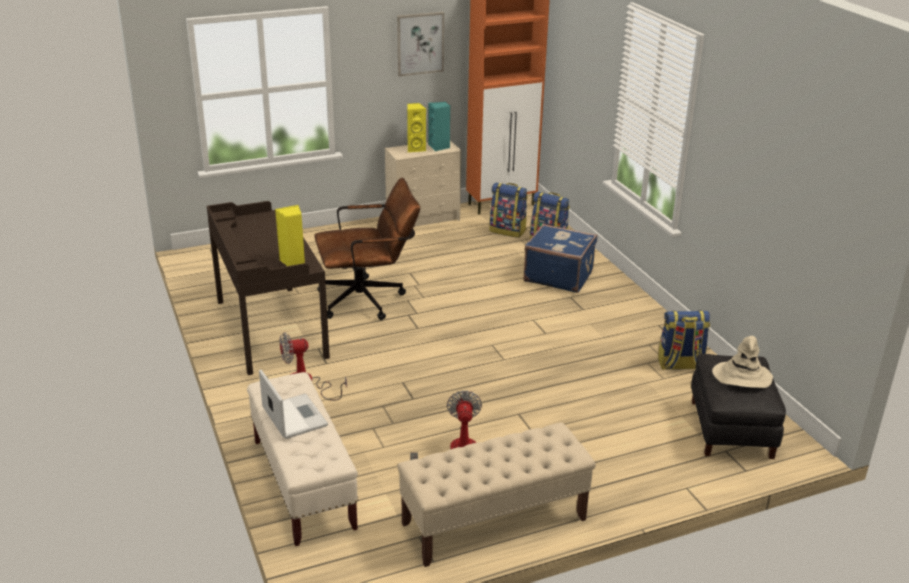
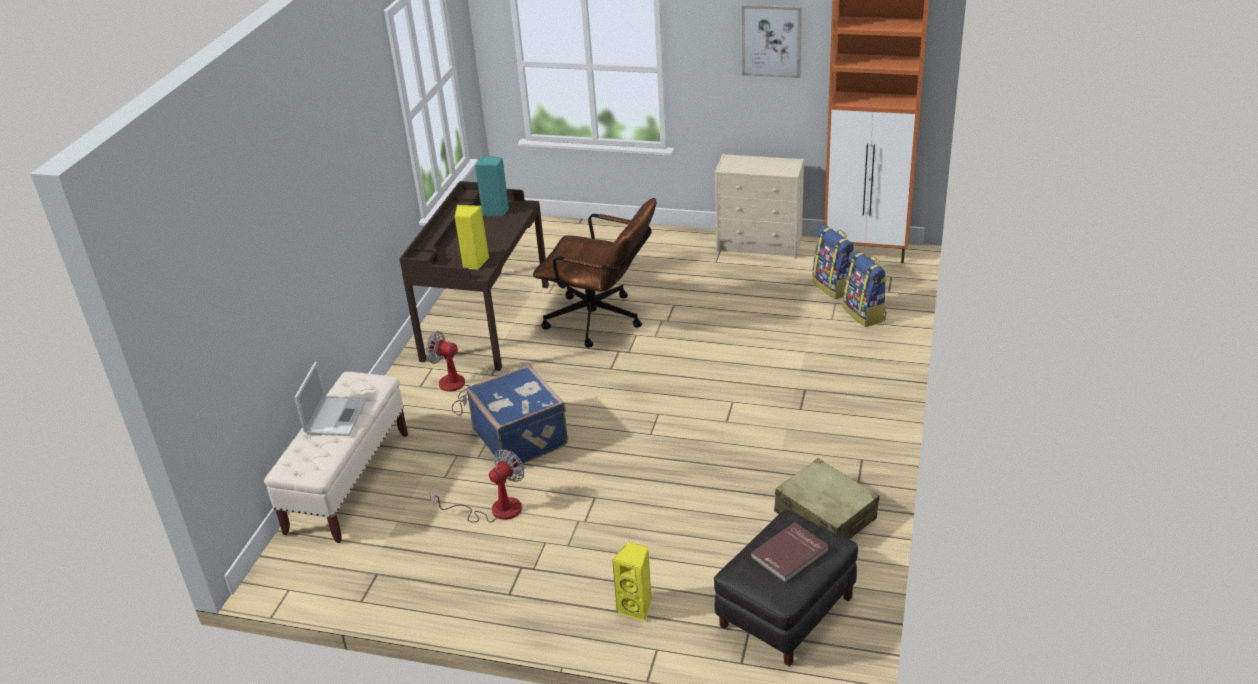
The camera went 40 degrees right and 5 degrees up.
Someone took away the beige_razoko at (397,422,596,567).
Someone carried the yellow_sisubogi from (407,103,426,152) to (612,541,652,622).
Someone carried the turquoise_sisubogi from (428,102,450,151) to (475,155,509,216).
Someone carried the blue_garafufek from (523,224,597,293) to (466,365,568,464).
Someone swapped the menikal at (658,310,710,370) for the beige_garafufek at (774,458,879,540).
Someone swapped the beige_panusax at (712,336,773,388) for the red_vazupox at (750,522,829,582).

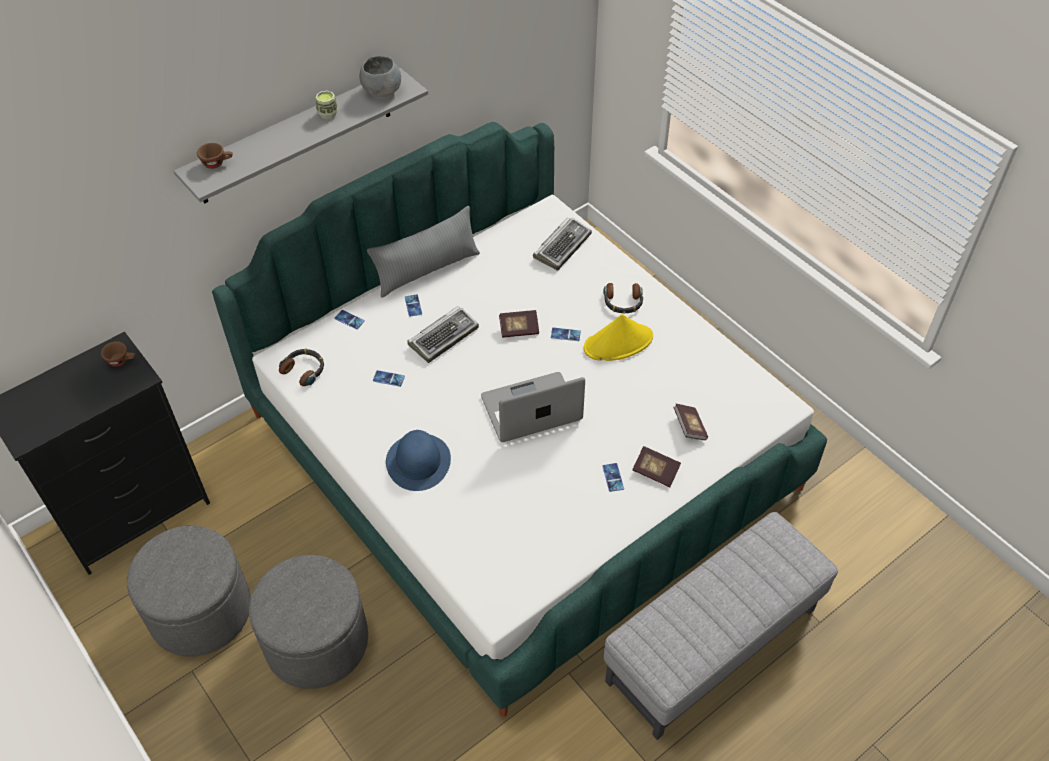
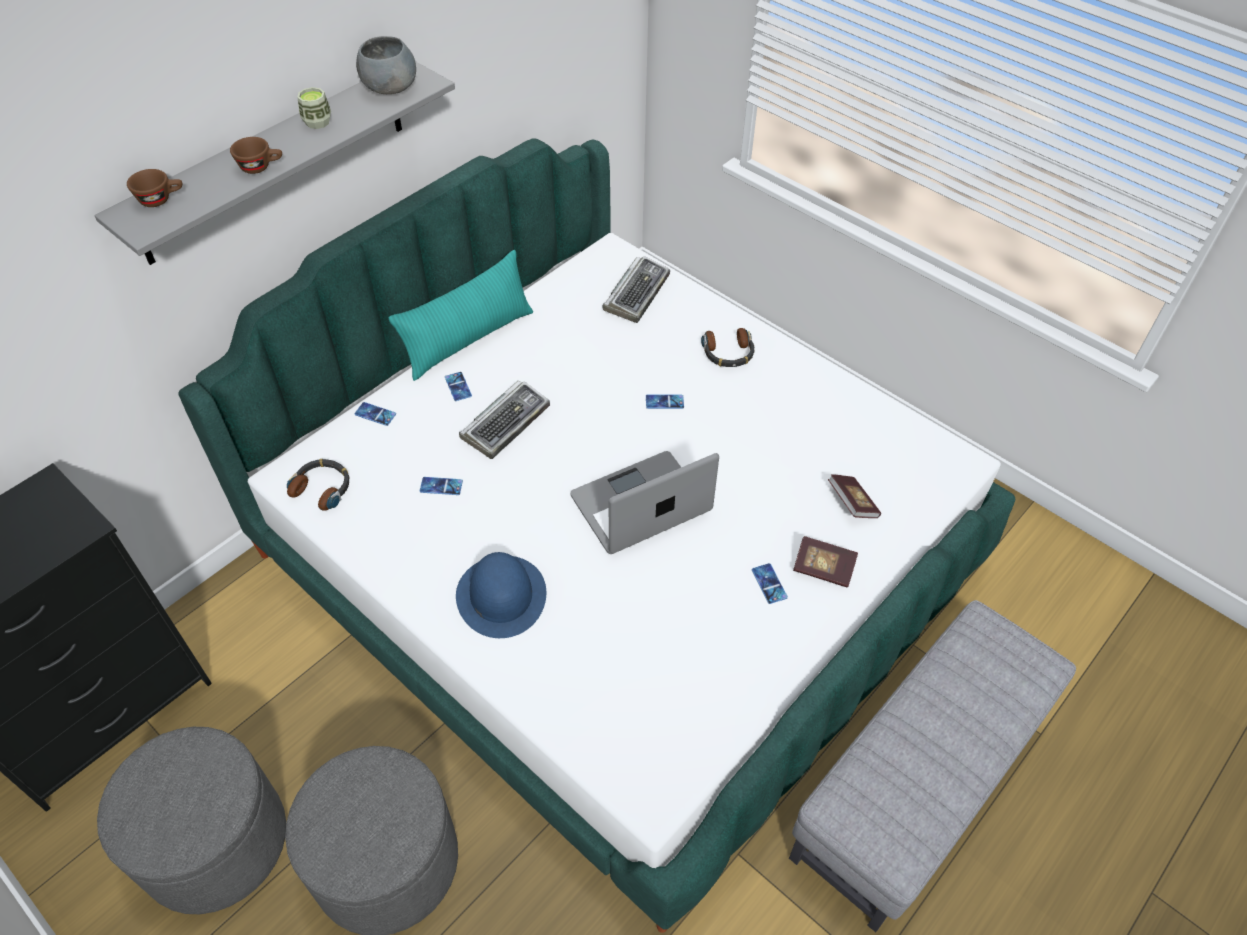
The camera went 10 degrees left and 0 degrees up.
Someone carried the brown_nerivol from (101,341,136,367) to (230,137,282,174).
Someone repainted the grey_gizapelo at (367,206,480,298), which became the turquoise_gizapelo at (389,250,533,381).
Someone took away the vazupox at (499,310,539,338).
Someone took away the yellow_panusax at (584,314,653,361).

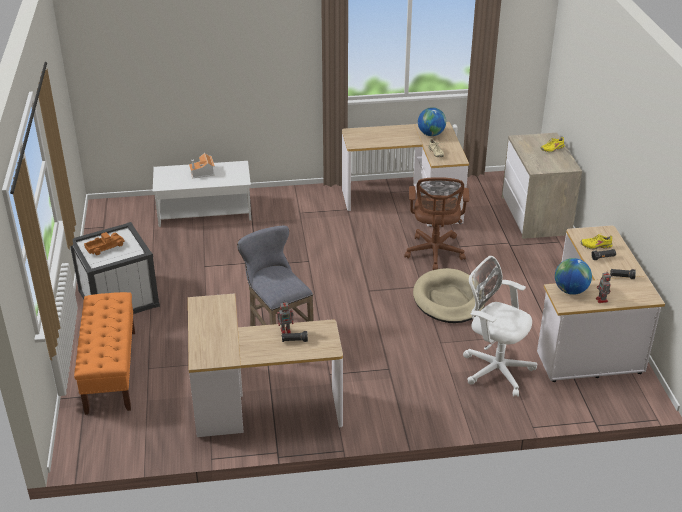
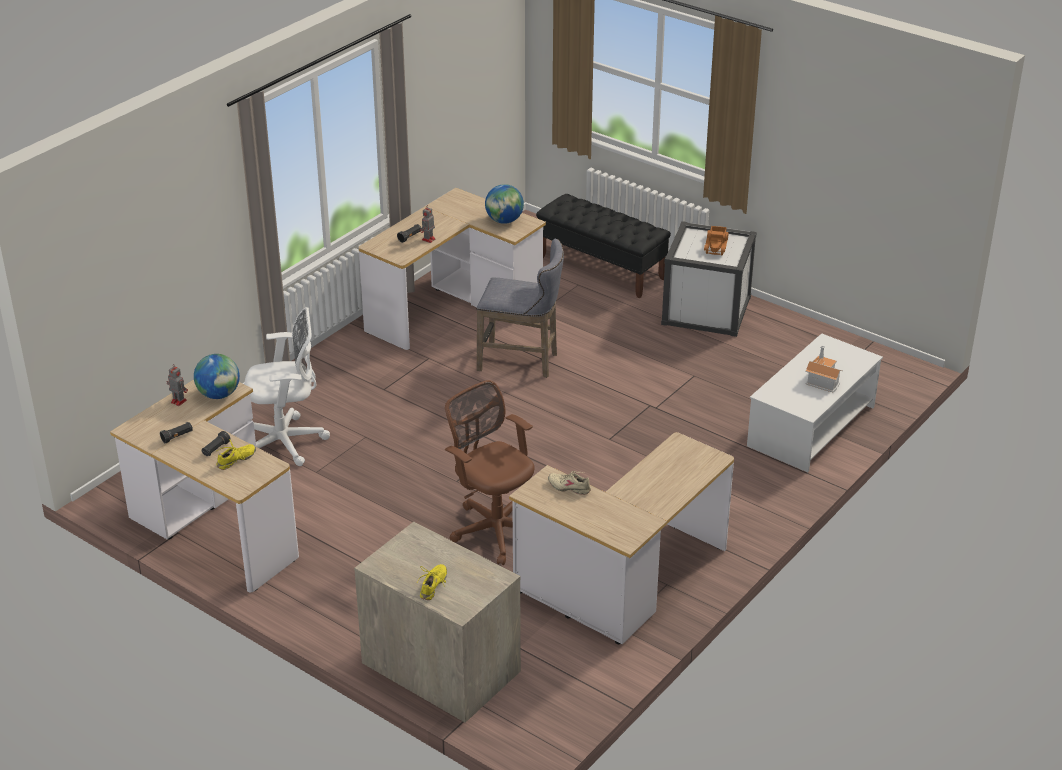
The camera went 135 degrees right and 0 degrees up.
Someone repainted the orange_razoko at (74,292,135,415), which became the black_razoko at (536,194,671,298).
Someone took away the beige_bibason at (413,268,485,323).
Someone carried the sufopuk from (418,107,446,136) to (485,184,524,224).

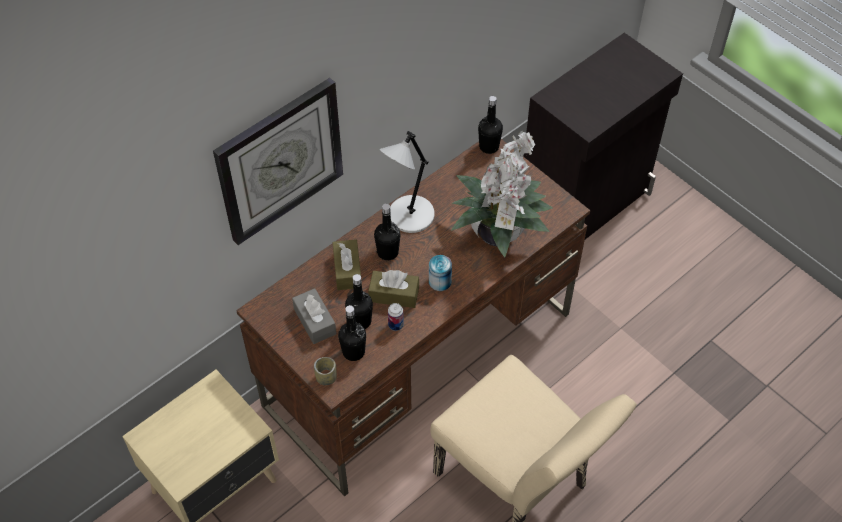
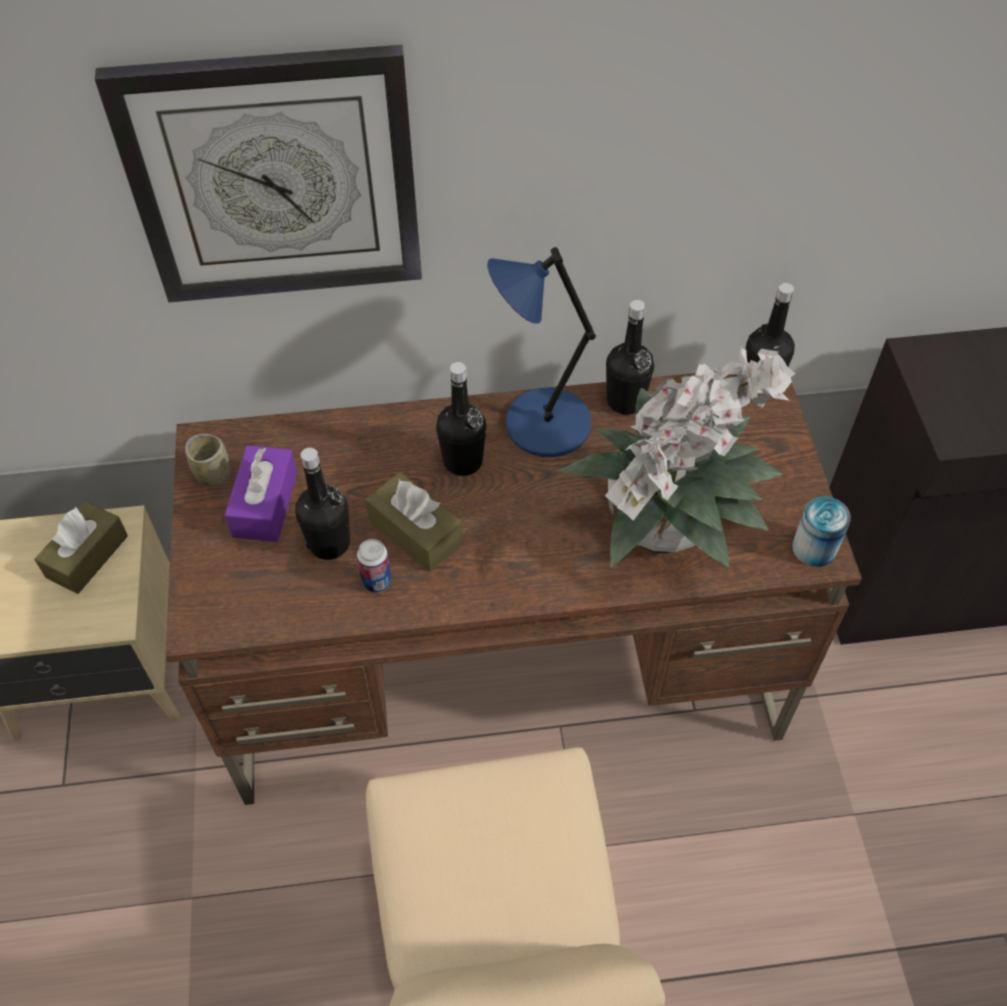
The camera went 35 degrees right and 0 degrees up.
Someone repainted the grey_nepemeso at (292,288,336,344), which became the purple_nepemeso at (224,445,297,542).
Someone carried the nerivol from (314,357,337,385) to (185,434,230,486).
Someone carried the brown_nepemeso from (333,239,361,290) to (35,502,128,594).
Someone carried the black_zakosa from (338,305,366,361) to (606,300,654,415).
Someone repainted the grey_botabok at (380,131,434,233), which became the blue_botabok at (487,247,596,457).
Someone carried the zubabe from (429,255,452,291) to (792,496,851,567).

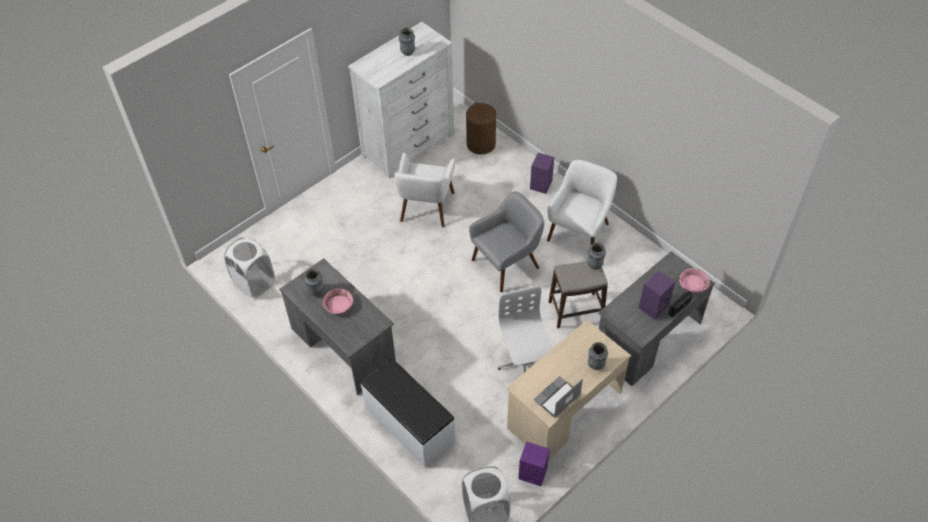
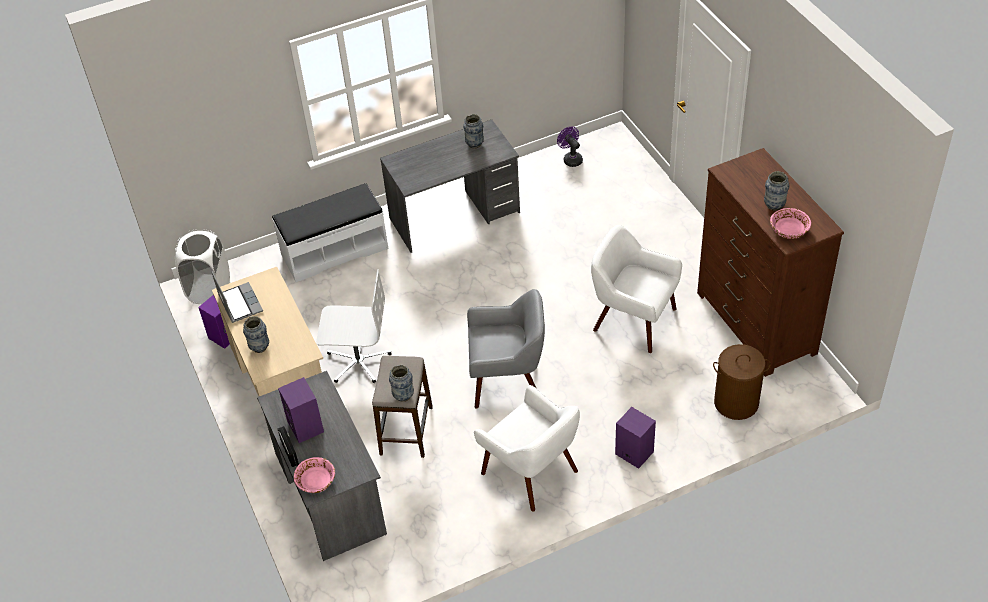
The camera went 110 degrees right and 5 degrees down.
Someone swapped the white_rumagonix at (224,237,275,297) for the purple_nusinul at (557,126,583,167).
Someone carried the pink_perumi from (323,289,353,315) to (770,208,811,239).
Someone repainted the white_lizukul at (348,22,454,179), which became the brown_lizukul at (697,148,844,377).
Someone rotated the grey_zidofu at (469,191,544,292) by 75 degrees counterclockwise.

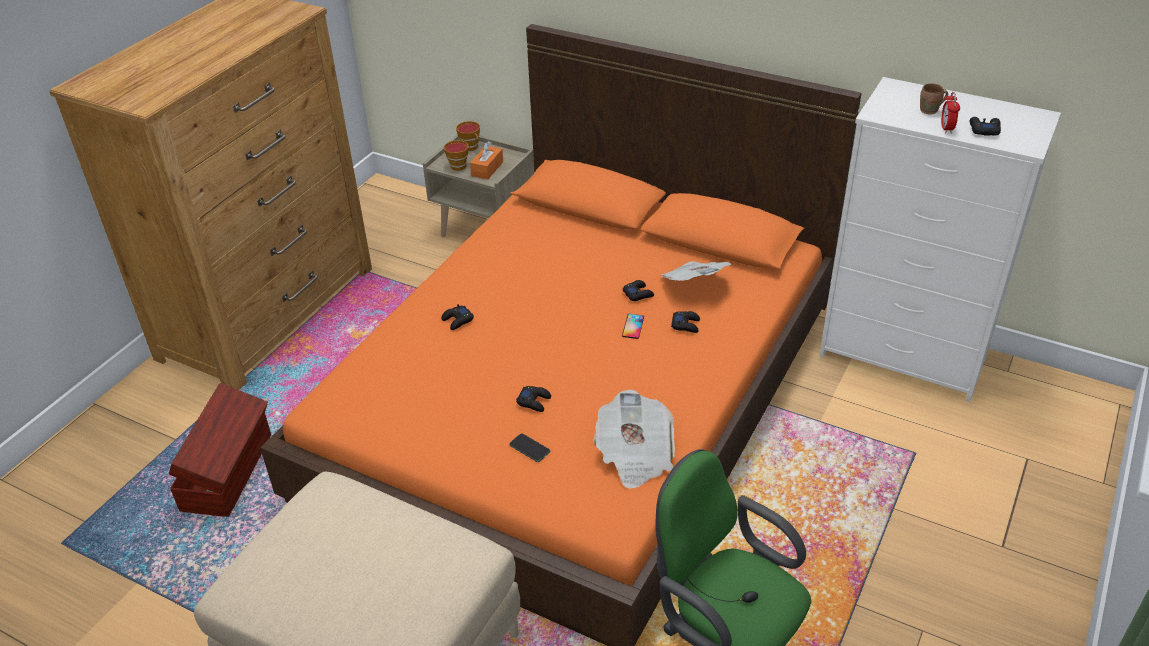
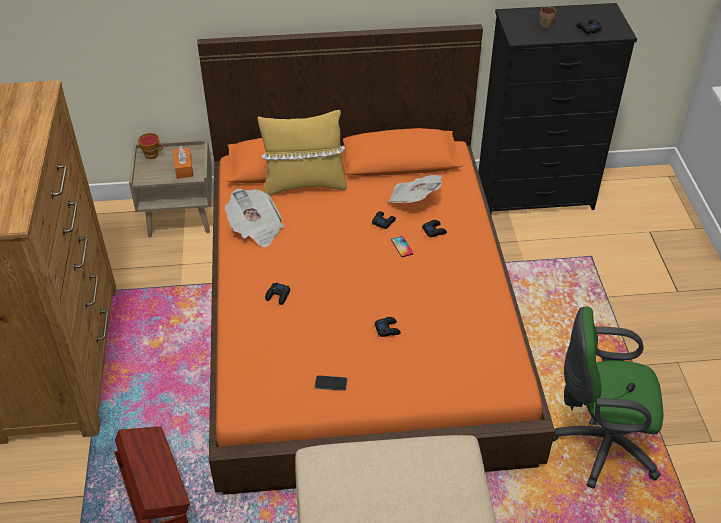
The camera went 35 degrees left and 5 degrees up.
Someone took away the nerivol at (444,140,469,171).
Someone carried the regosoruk from (509,433,550,462) to (315,375,347,391).
Someone carried the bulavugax from (594,390,675,489) to (225,188,284,247).
Someone repainted the white_lizukul at (819,77,1061,402), which became the black_lizukul at (478,3,637,213).
Someone took away the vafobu at (941,92,960,133).
Someone put down the yellow_gizapelo at (257,110,347,196).

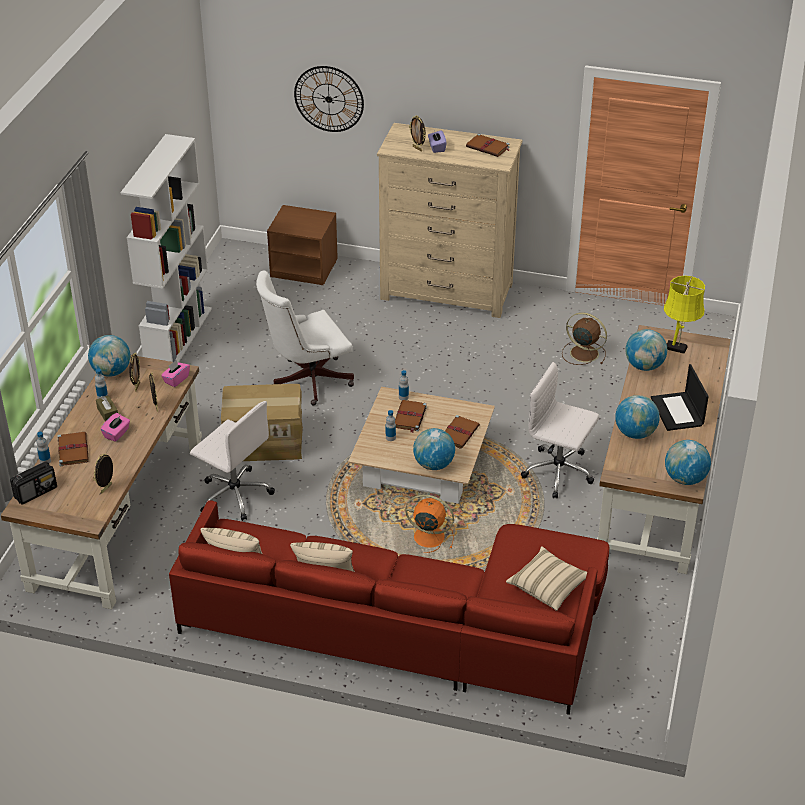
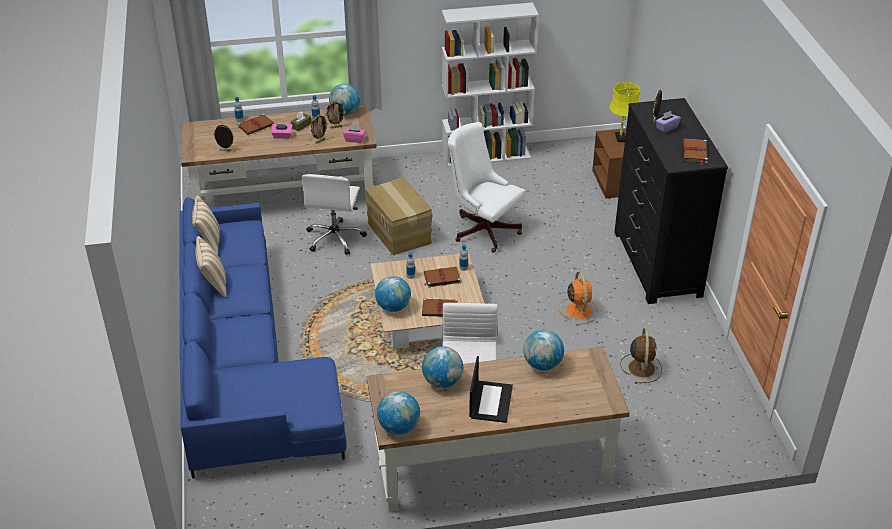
The camera went 65 degrees right and 0 degrees up.
Someone took away the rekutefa at (10,461,57,505).
Someone repainted the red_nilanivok at (169,500,609,715), which became the blue_nilanivok at (179,197,346,479).
Someone took away the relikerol at (294,66,364,132).
Someone repainted the beige_lizukul at (377,123,522,318), which became the black_lizukul at (614,98,728,304).
Someone carried the orange_nusinul from (405,494,454,553) to (558,272,598,325).
Someone took away the beige_gizapelo at (506,546,587,611).
Someone rotated the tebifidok at (651,364,709,431) by 135 degrees clockwise.
Someone carried the yellow_botabok from (664,276,705,354) to (609,82,640,142).

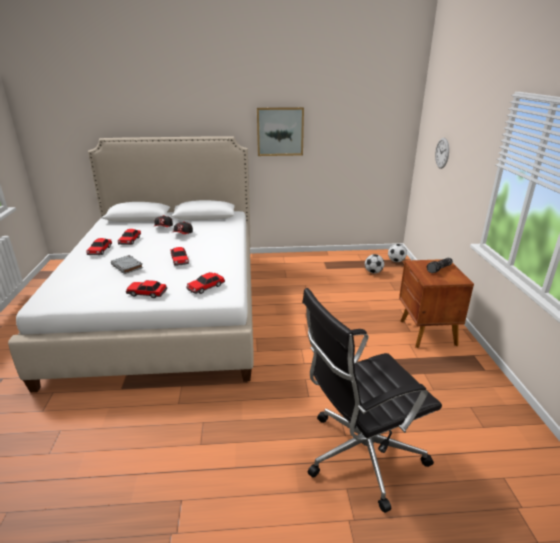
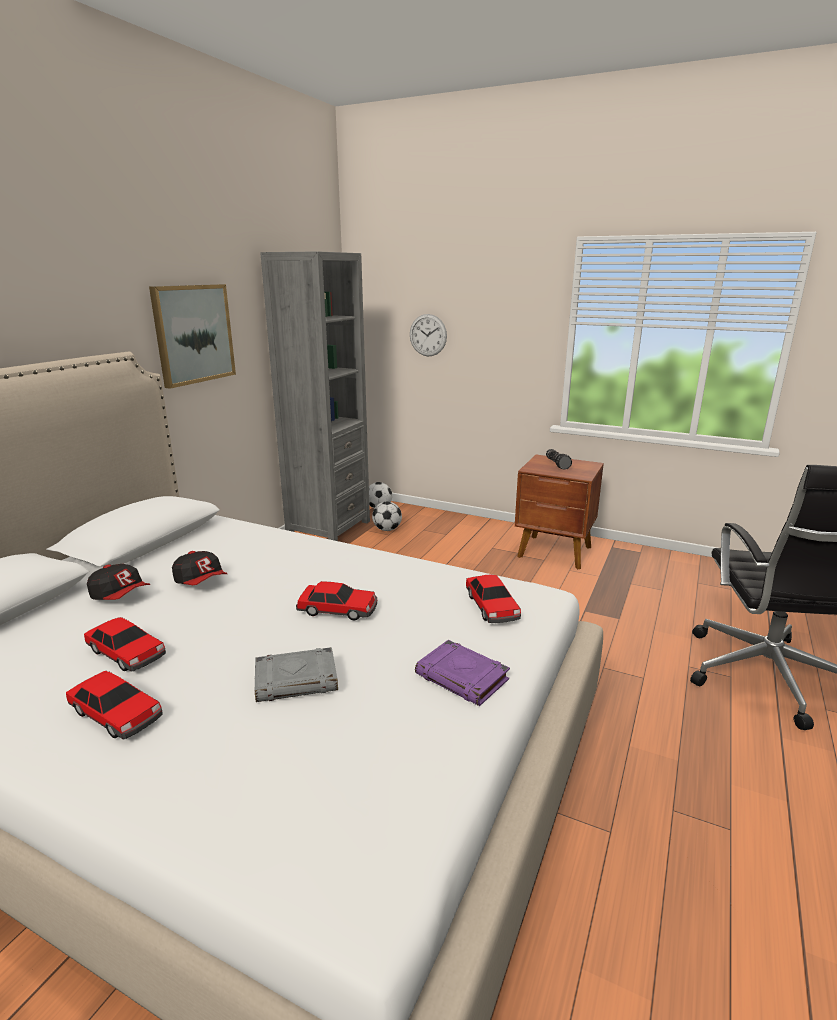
The camera went 60 degrees left and 5 degrees down.
Someone swapped the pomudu at (126,280,167,298) for the purple_vazupox at (415,640,510,706).
Someone put down the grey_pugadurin at (261,251,370,541).

